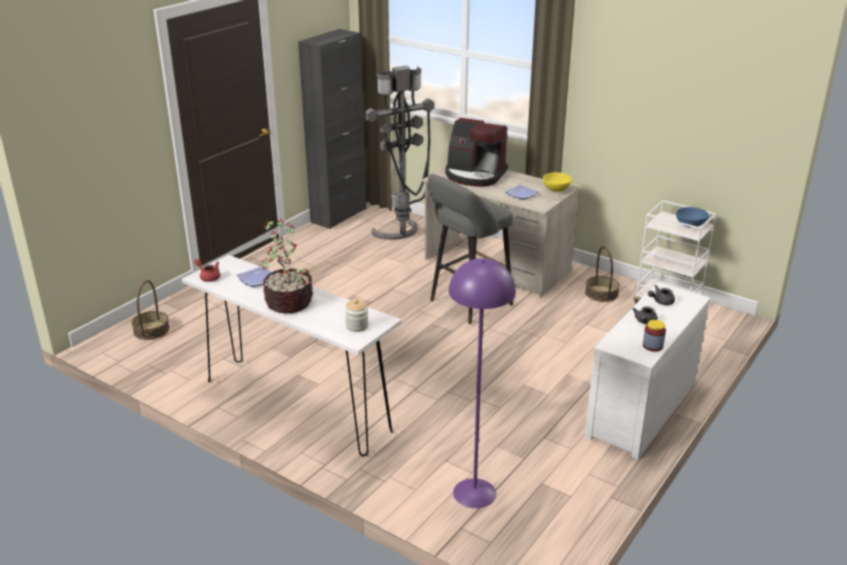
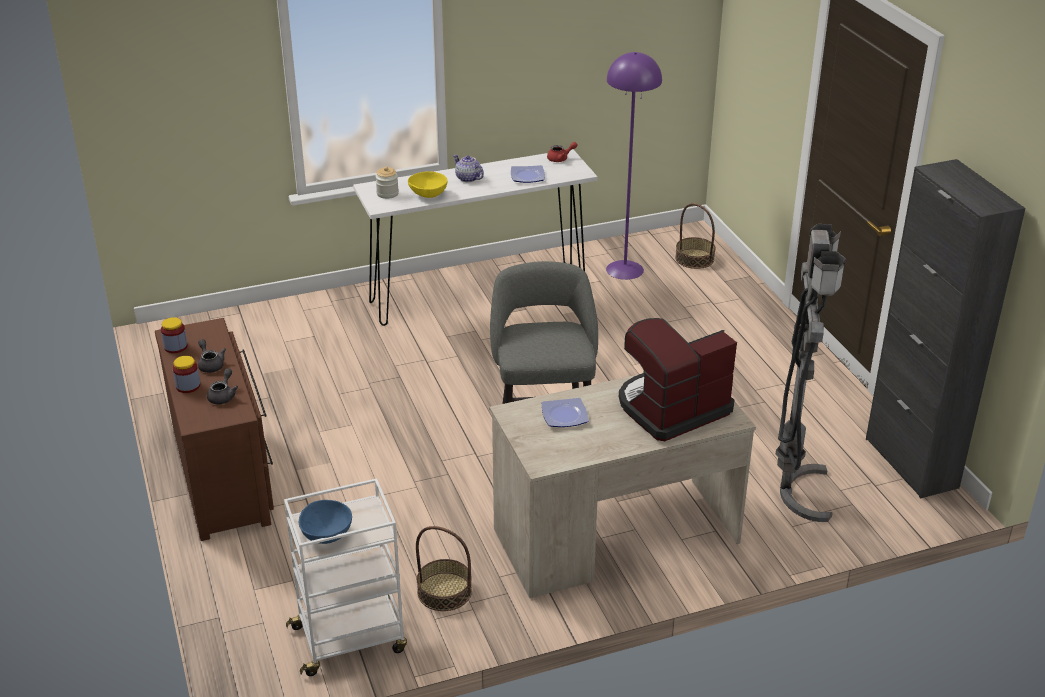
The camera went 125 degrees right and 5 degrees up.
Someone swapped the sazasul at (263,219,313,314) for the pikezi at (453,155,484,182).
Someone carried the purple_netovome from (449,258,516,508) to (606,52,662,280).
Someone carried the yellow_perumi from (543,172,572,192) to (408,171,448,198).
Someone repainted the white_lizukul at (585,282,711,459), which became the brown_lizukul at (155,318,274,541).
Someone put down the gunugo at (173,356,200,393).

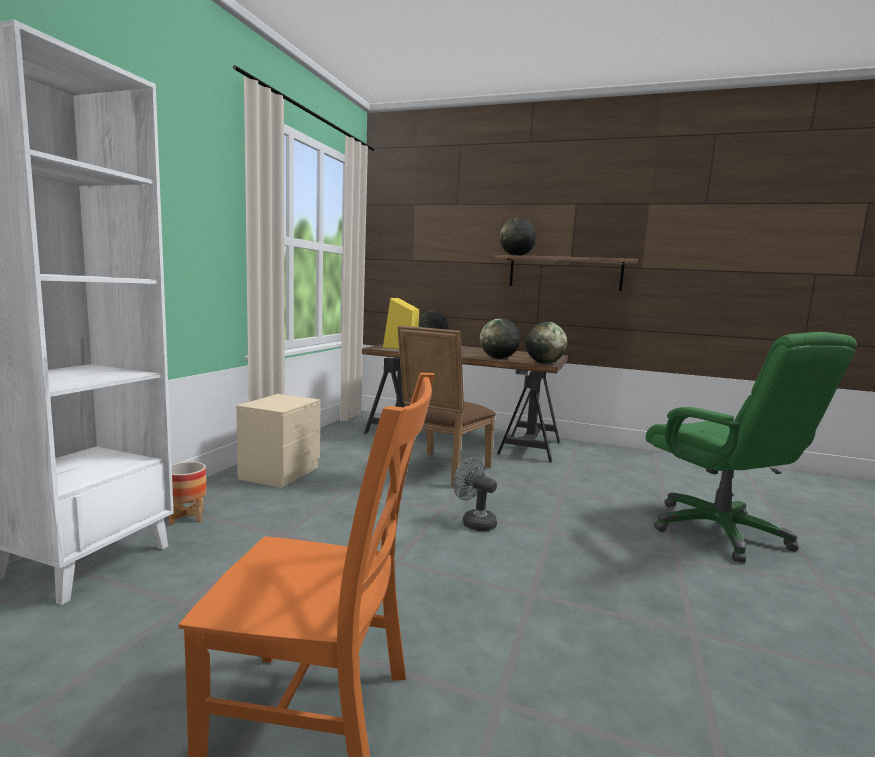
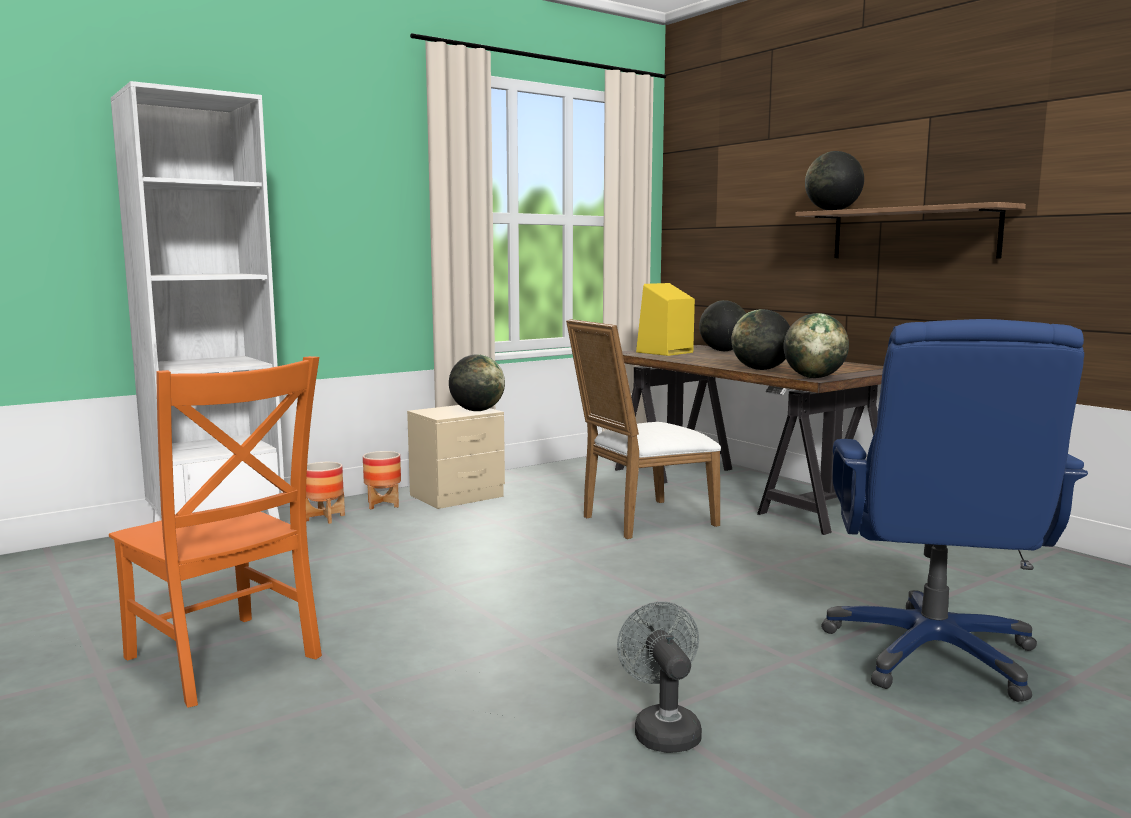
The camera went 35 degrees right and 0 degrees up.
Someone repainted the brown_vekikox at (397,325,496,487), which became the white_vekikox at (566,319,721,539).
Someone carried the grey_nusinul from (453,457,497,531) to (617,601,702,753).
Someone repainted the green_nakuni at (645,332,857,563), which became the blue_nakuni at (821,319,1088,702).
Someone put down the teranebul at (363,451,401,510).
Someone put down the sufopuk at (449,354,505,411).

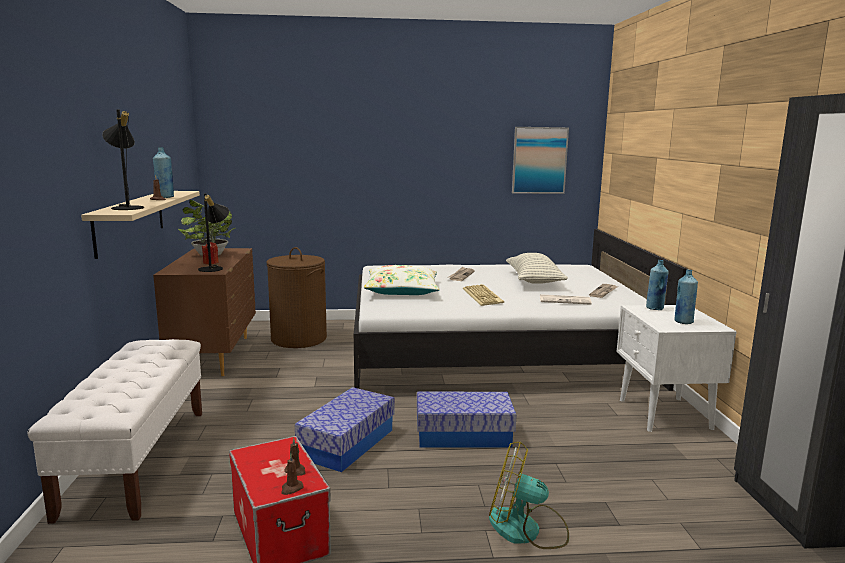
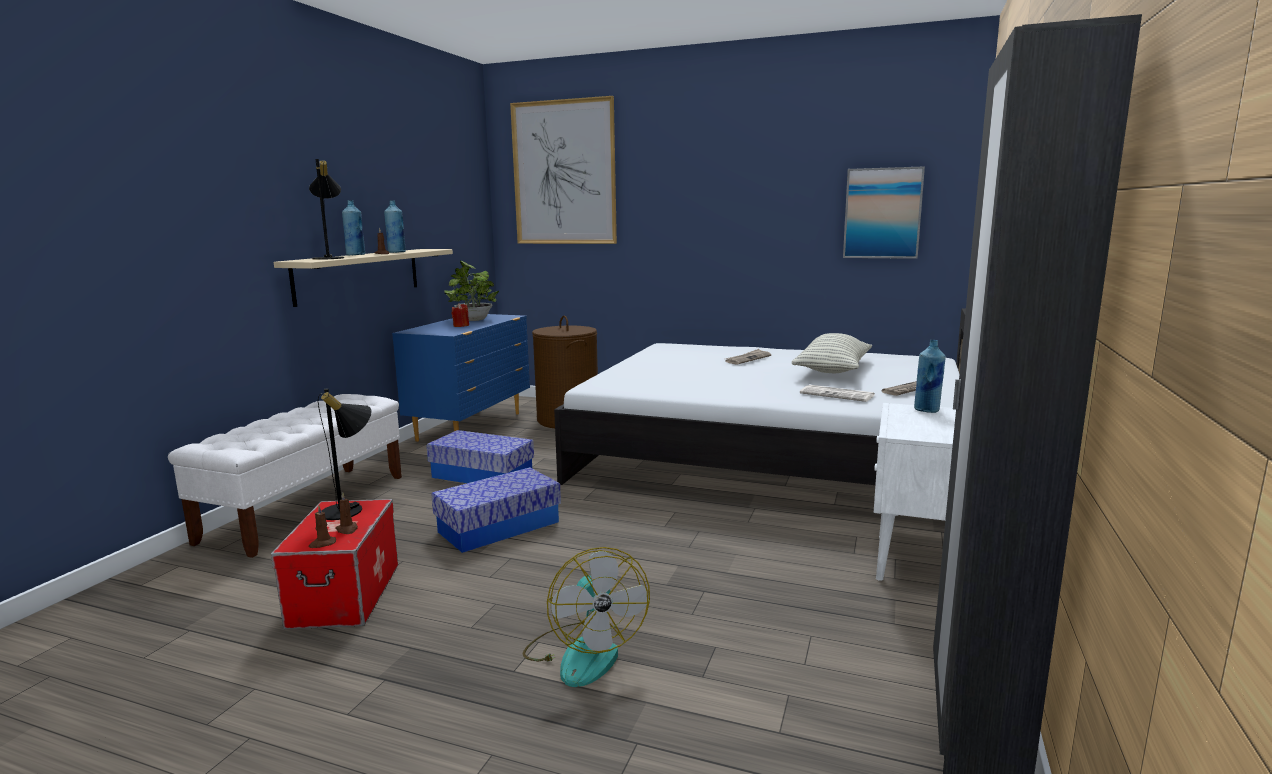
The camera went 25 degrees right and 0 degrees up.
Someone repainted the brown_lizukul at (153,248,256,376), which became the blue_lizukul at (392,314,530,442).
Someone carried the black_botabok from (198,193,229,272) to (318,388,372,520).
Someone took away the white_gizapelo at (364,265,440,295).
Someone carried the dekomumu from (417,392,516,448) to (427,430,534,483).
Someone took away the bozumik at (463,284,504,306).
Someone rotated the nusinul at (489,442,569,549) by 150 degrees counterclockwise.
Someone carried the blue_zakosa from (675,270,698,324) to (342,200,365,256).
Someone put up the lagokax at (510,96,617,244).

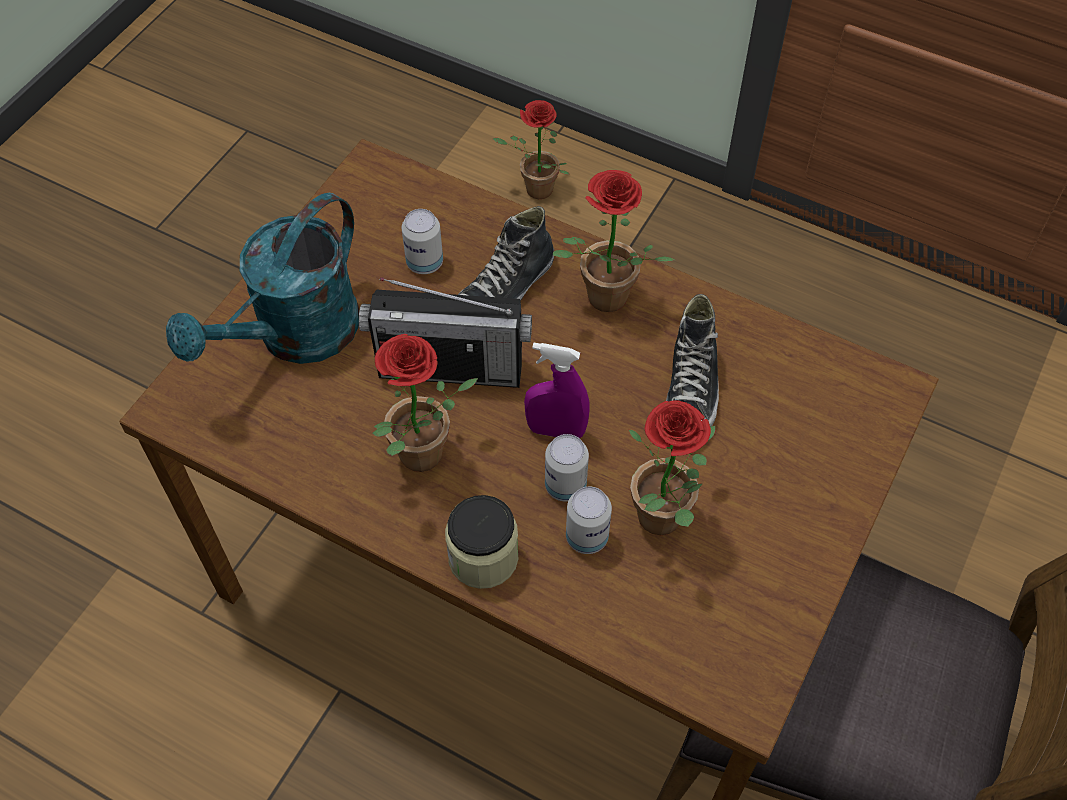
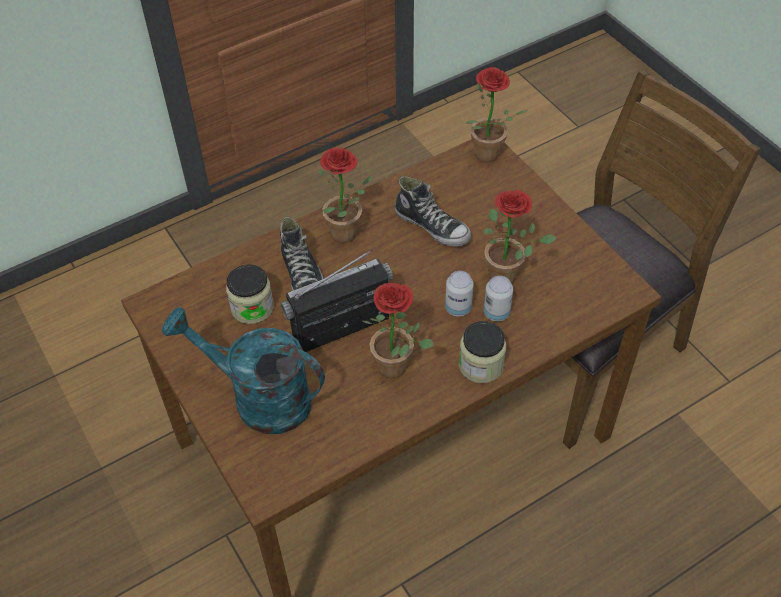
The camera went 60 degrees left and 5 degrees down.
Someone rotated the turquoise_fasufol at (166,193,359,364) by 135 degrees clockwise.
Someone rotated the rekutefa at (359,277,532,388) by 150 degrees counterclockwise.
Someone swapped the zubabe at (402,209,443,274) for the gunugo at (226,264,274,324).
Someone carried the sazasul from (493,100,569,199) to (466,67,528,163).
Someone took away the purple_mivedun at (524,343,590,438).

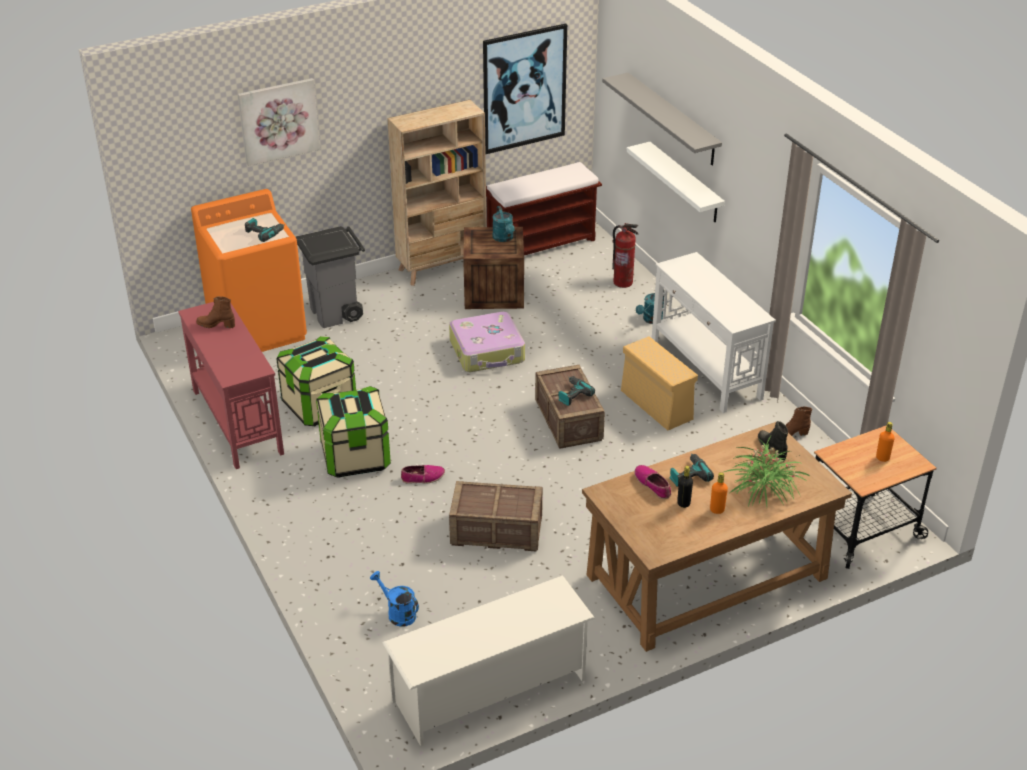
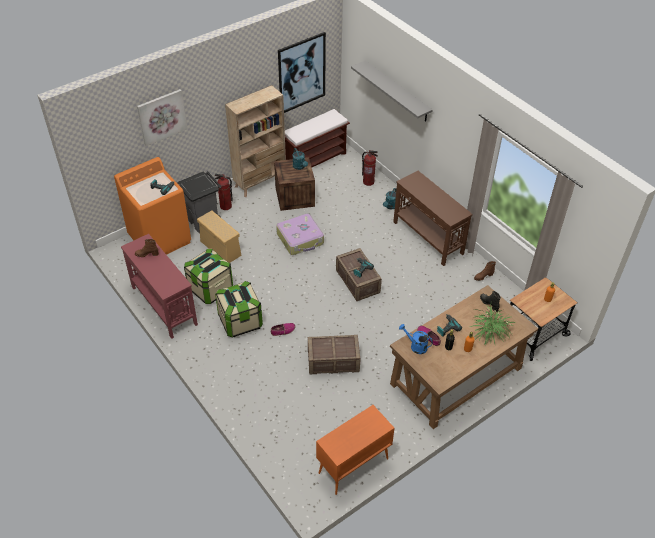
The camera went 10 degrees left and 10 degrees up.
Someone carried the blue_fasufol from (370,571,419,627) to (399,324,433,354).
Someone swapped the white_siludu at (382,575,595,746) for the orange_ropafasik at (316,405,394,495).
Someone carried the beige_dekomumu from (621,337,698,430) to (197,210,241,263).
Someone took away the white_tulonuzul at (626,142,725,222).
Someone repainted the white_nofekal at (652,252,776,413), which became the brown_nofekal at (393,171,473,266).
Someone put down the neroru at (215,174,233,210).

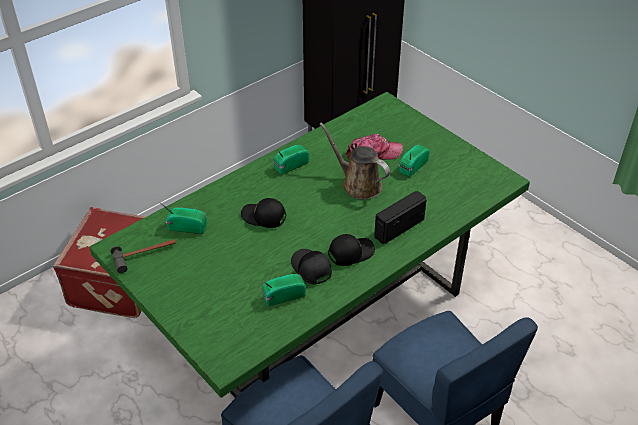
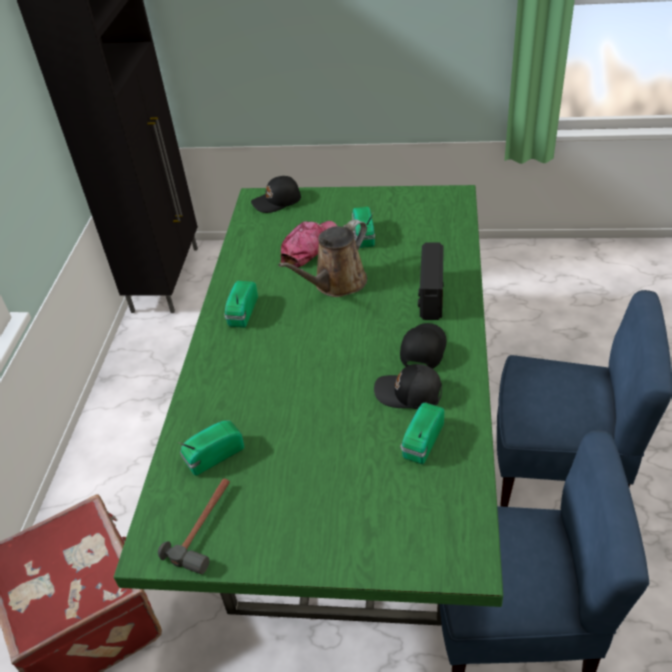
The camera went 40 degrees left and 0 degrees up.
Someone carried the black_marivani from (241,198,286,228) to (251,176,301,213).
Someone rotated the brown_fasufol at (320,123,390,199) by 45 degrees counterclockwise.

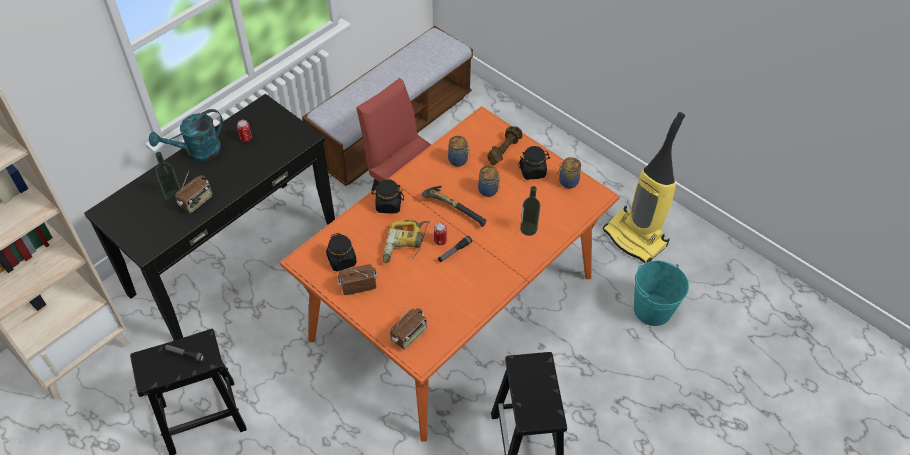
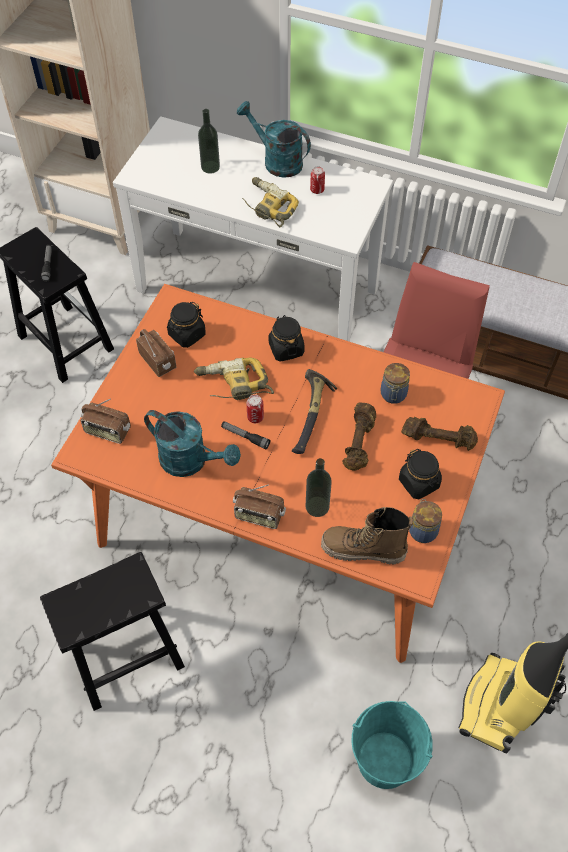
The camera went 70 degrees right and 5 degrees up.
Someone repainted the black_nofekal at (84,94,335,341), which became the white_nofekal at (113,116,393,342).
Someone carried the rekutefa from (175,171,212,213) to (233,484,286,529).
Someone swapped the gunugo at (478,166,500,197) for the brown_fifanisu at (342,402,376,471).
Someone put down the turquoise_fasufol at (144,410,241,477).
Someone put down the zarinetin at (242,177,299,227).
Someone put down the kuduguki at (321,507,414,565).

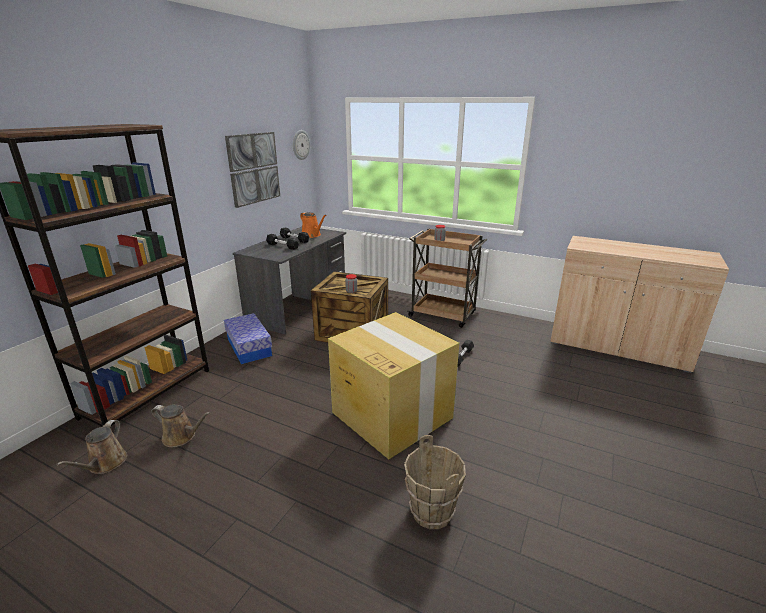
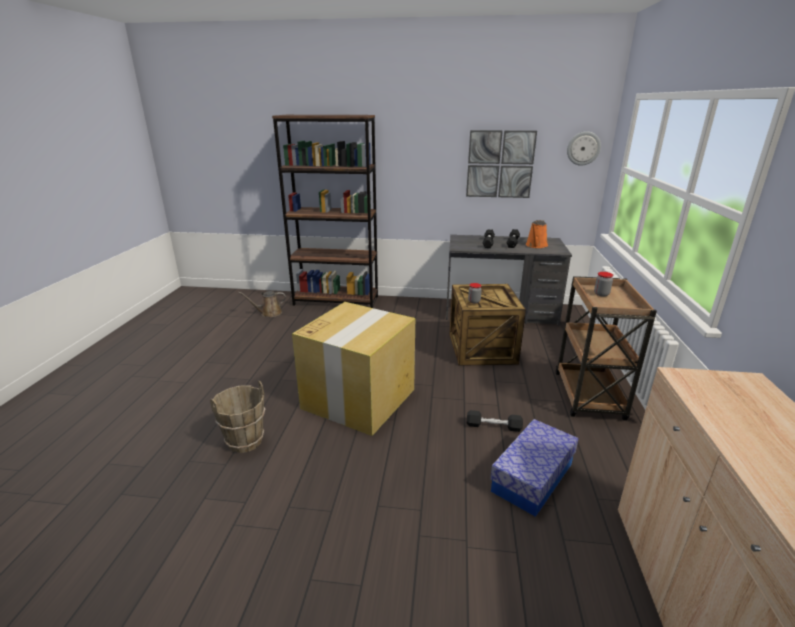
The camera went 70 degrees right and 0 degrees up.
Someone took away the brown_fasufol at (152,404,211,447).
Someone carried the dekomumu from (224,313,272,364) to (490,419,578,517).

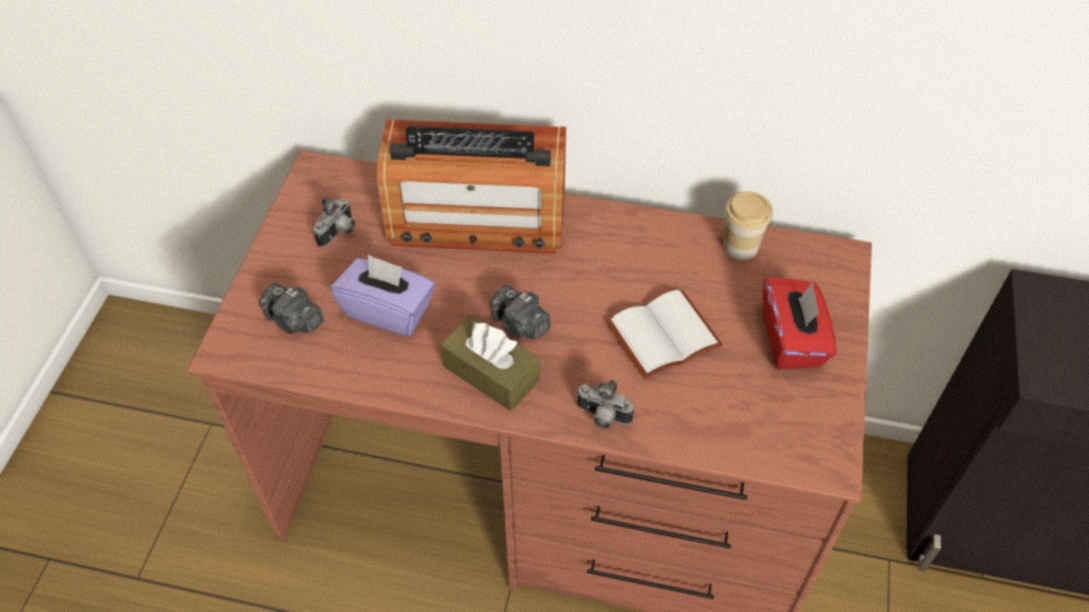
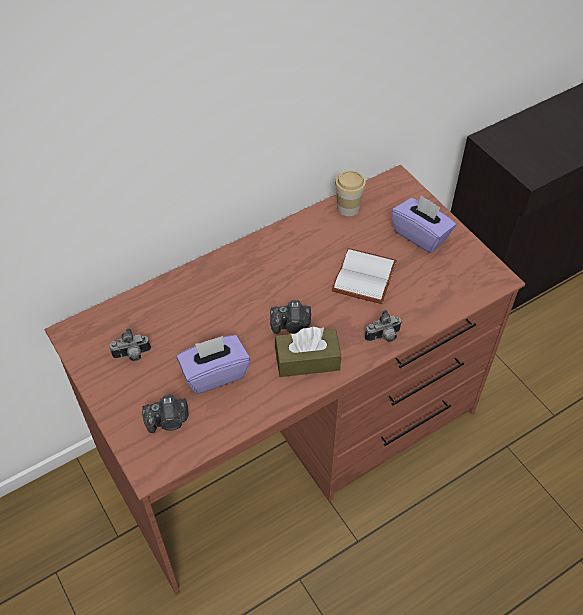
The camera went 45 degrees left and 0 degrees up.
Someone rotated the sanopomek at (313,196,355,247) by 90 degrees clockwise.
Someone took away the rekutefa at (377,119,566,253).
Someone repainted the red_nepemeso at (762,277,836,369), which became the purple_nepemeso at (391,195,456,253).

